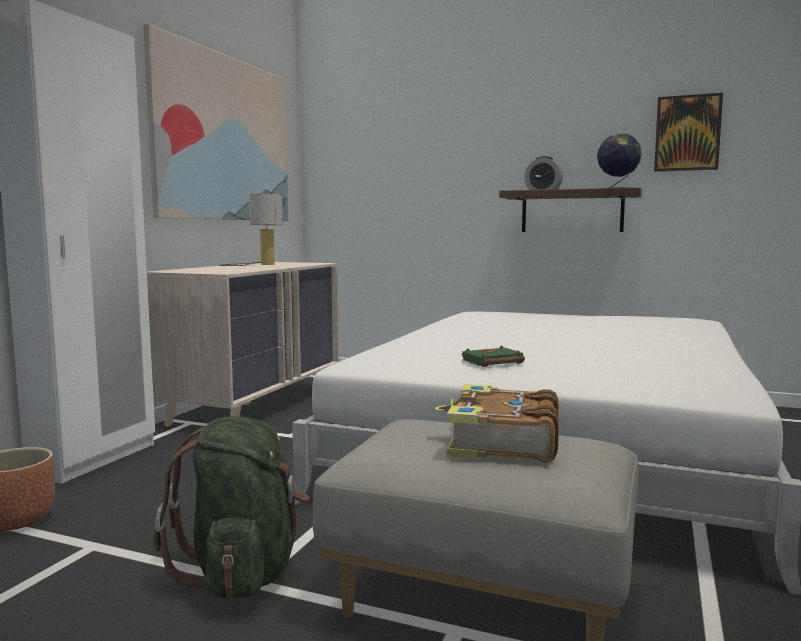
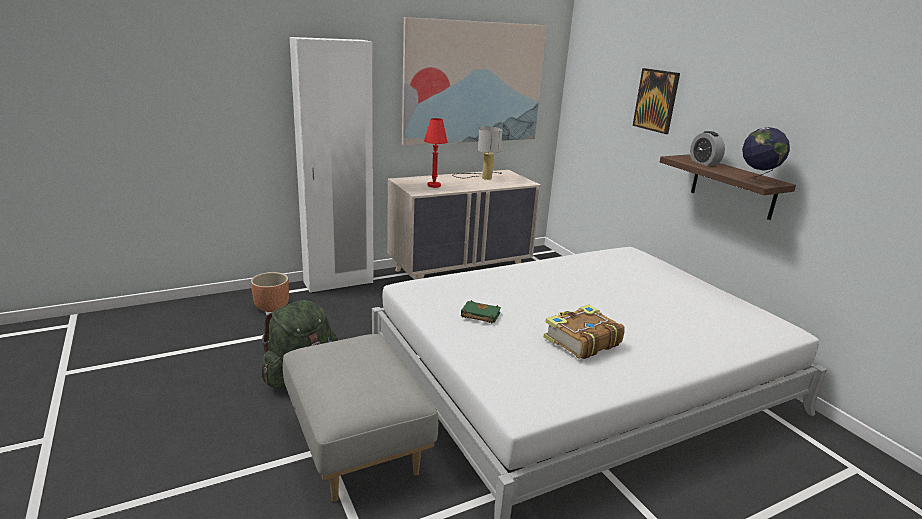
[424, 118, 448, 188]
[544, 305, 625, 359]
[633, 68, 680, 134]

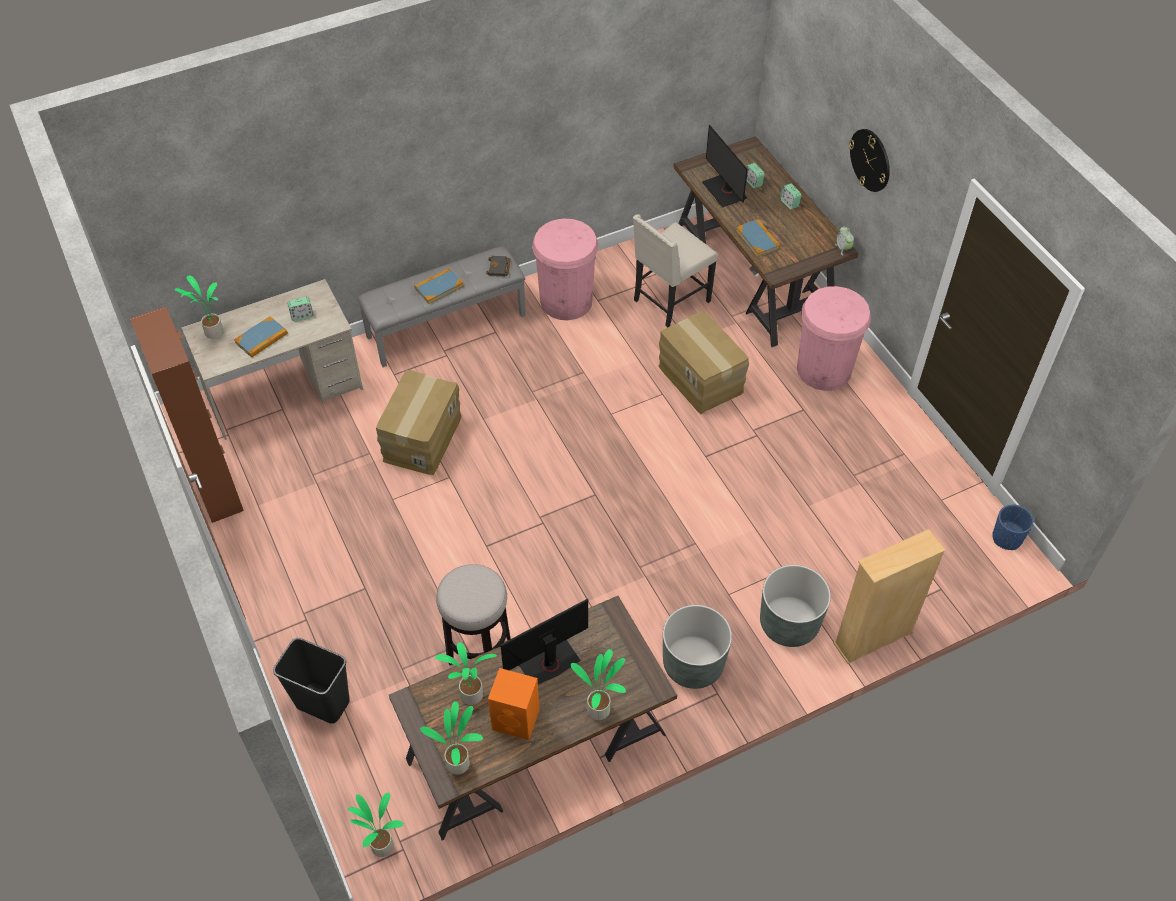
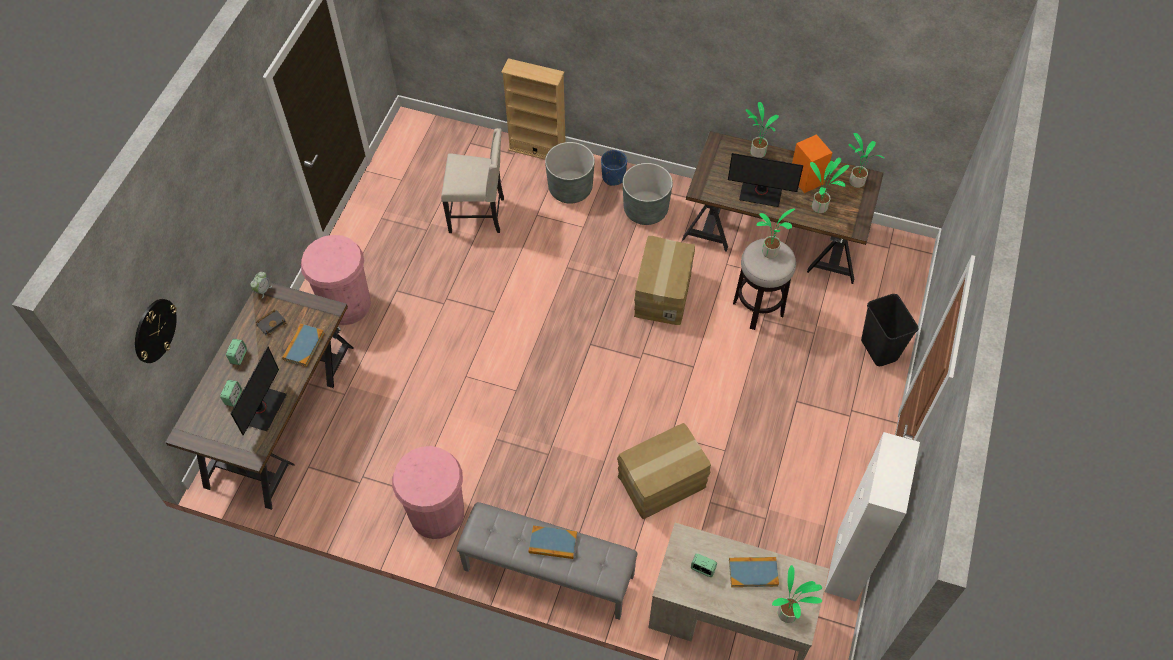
[756, 209, 795, 258]
[256, 310, 286, 336]
[441, 128, 504, 233]
[634, 236, 695, 325]
[135, 299, 177, 363]
[601, 150, 627, 186]
[824, 432, 920, 601]

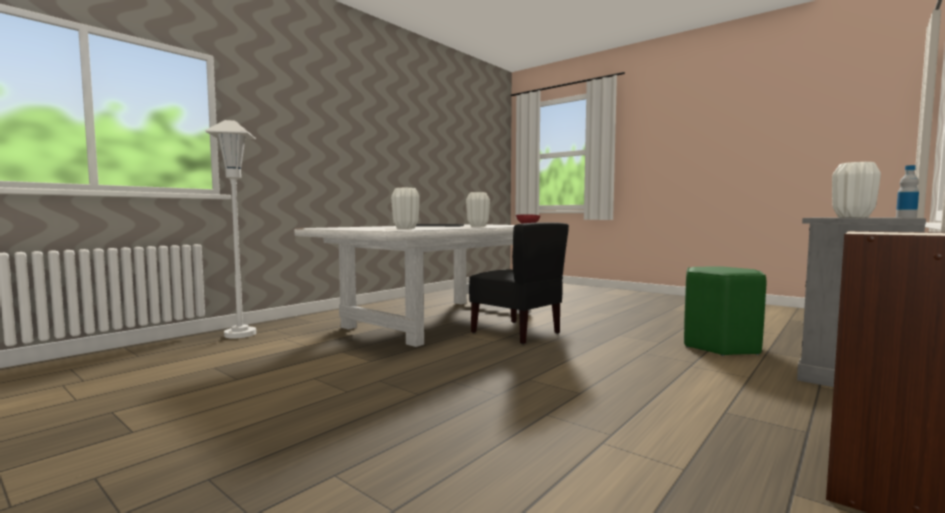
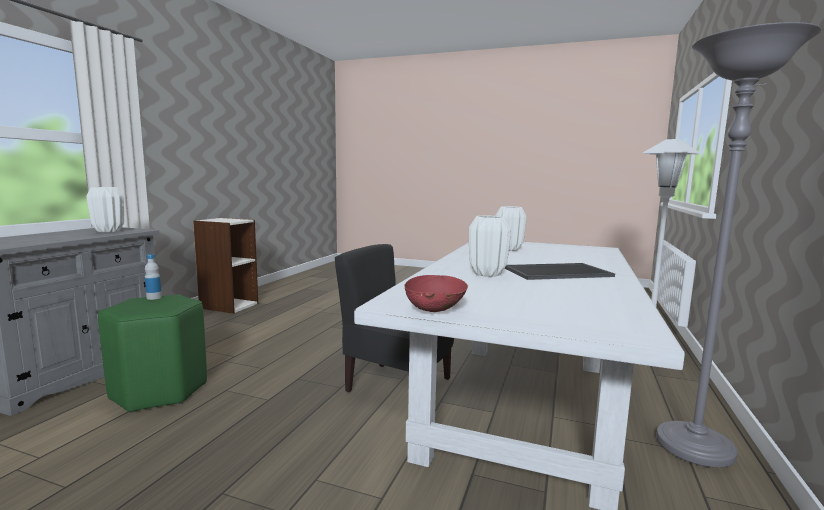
[656, 22, 822, 467]
[145, 254, 162, 300]

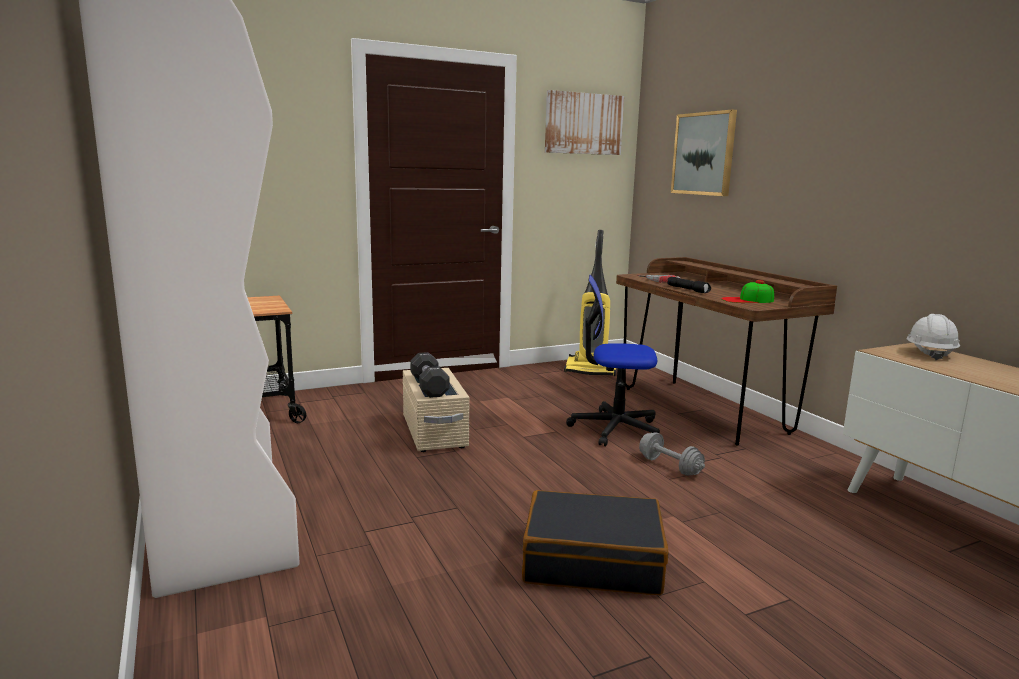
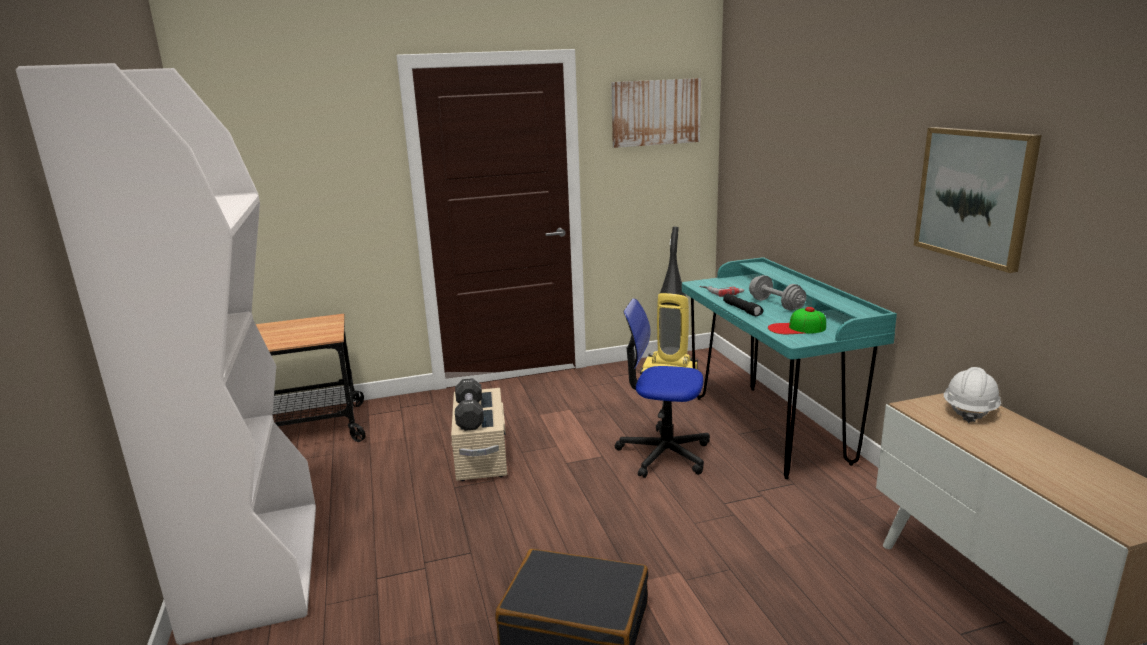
[749, 275, 806, 311]
[914, 127, 1042, 273]
[682, 257, 897, 479]

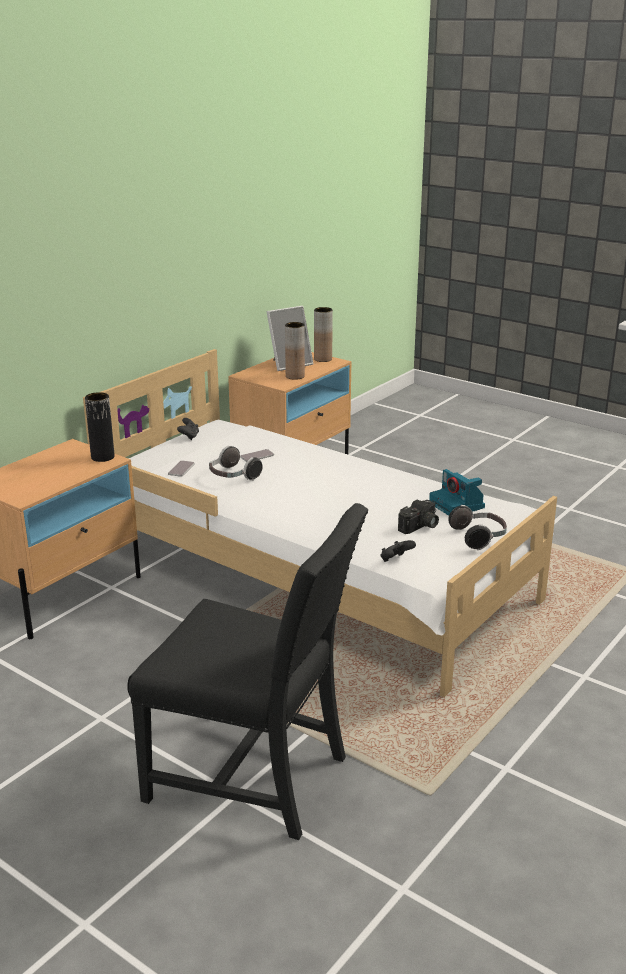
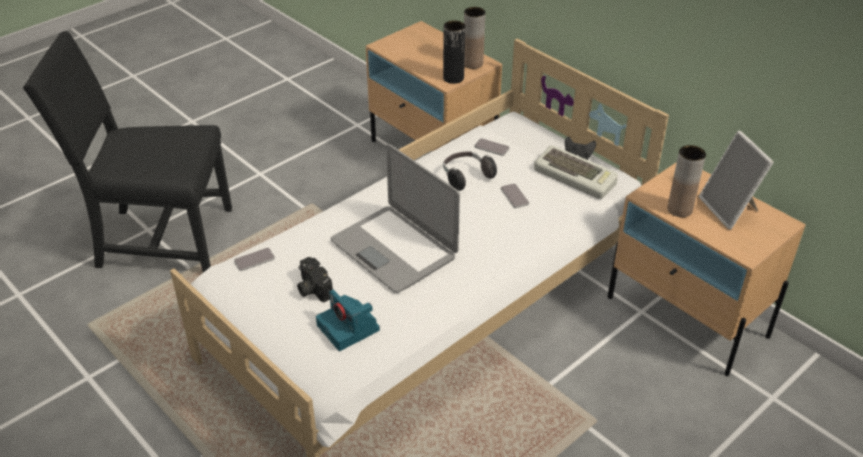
[448, 505, 507, 550] (first image)
[331, 144, 460, 293]
[534, 145, 618, 199]
[464, 7, 485, 69]
[234, 248, 275, 271]
[23, 31, 232, 273]
[316, 290, 380, 351]

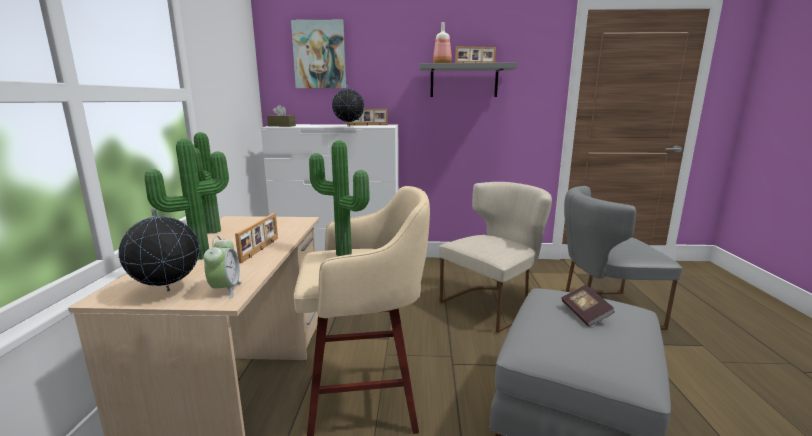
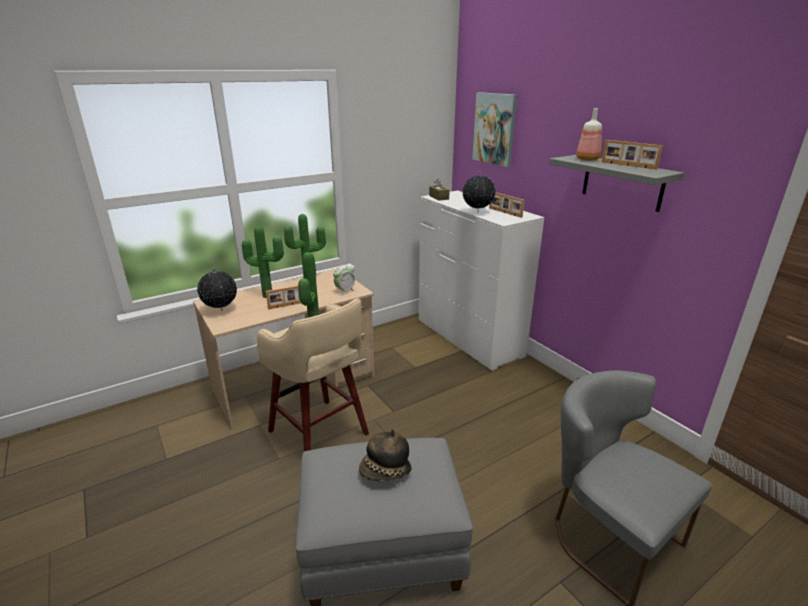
[439, 182, 552, 333] (first image)
[333, 264, 356, 295]
[359, 429, 412, 481]

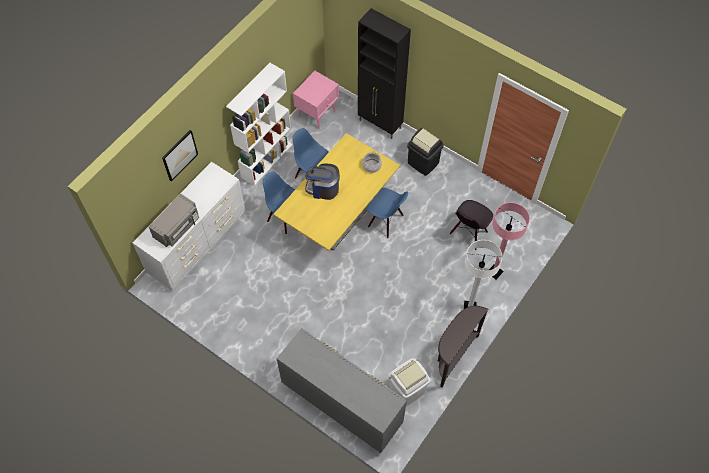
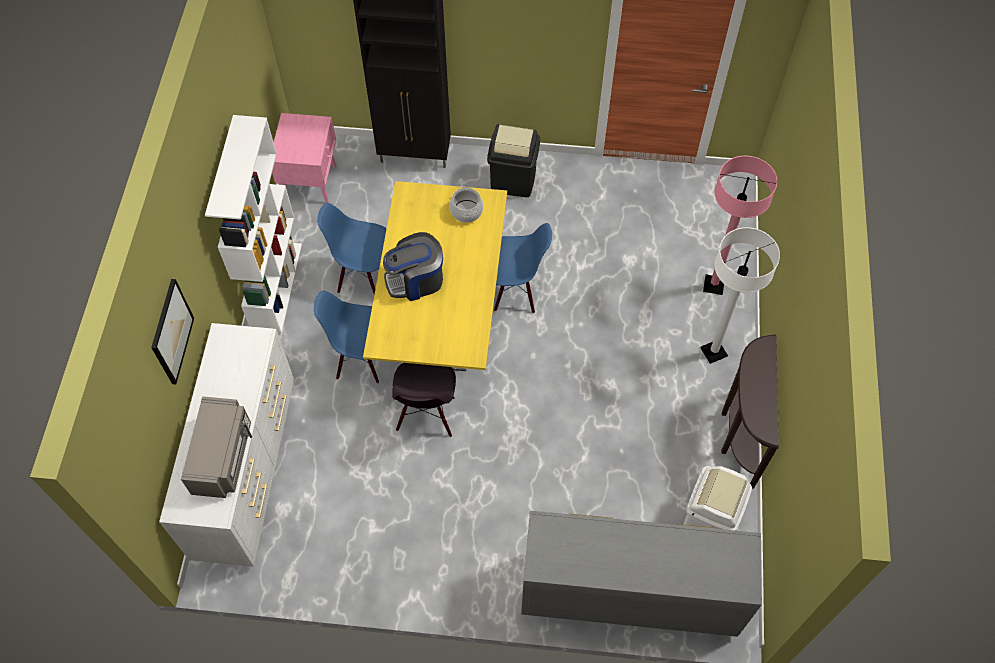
[392, 363, 456, 437]

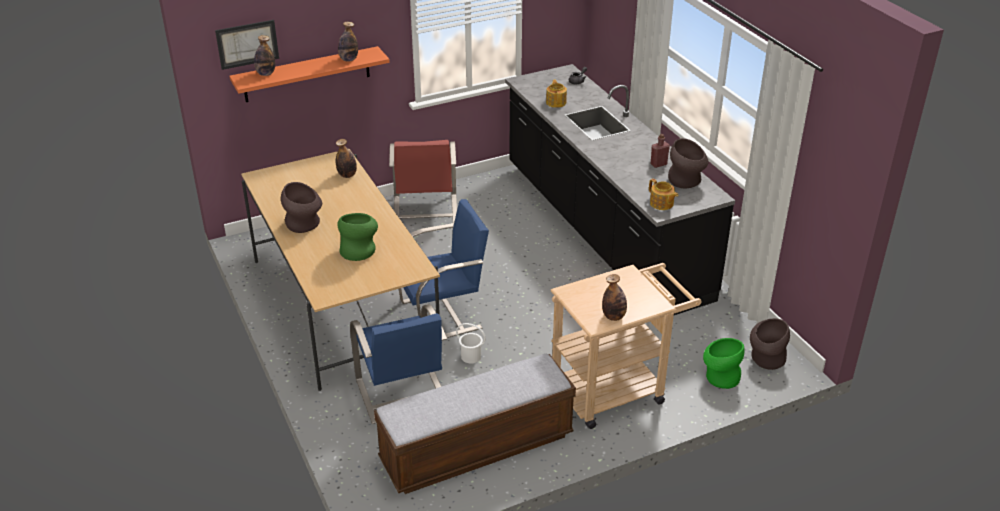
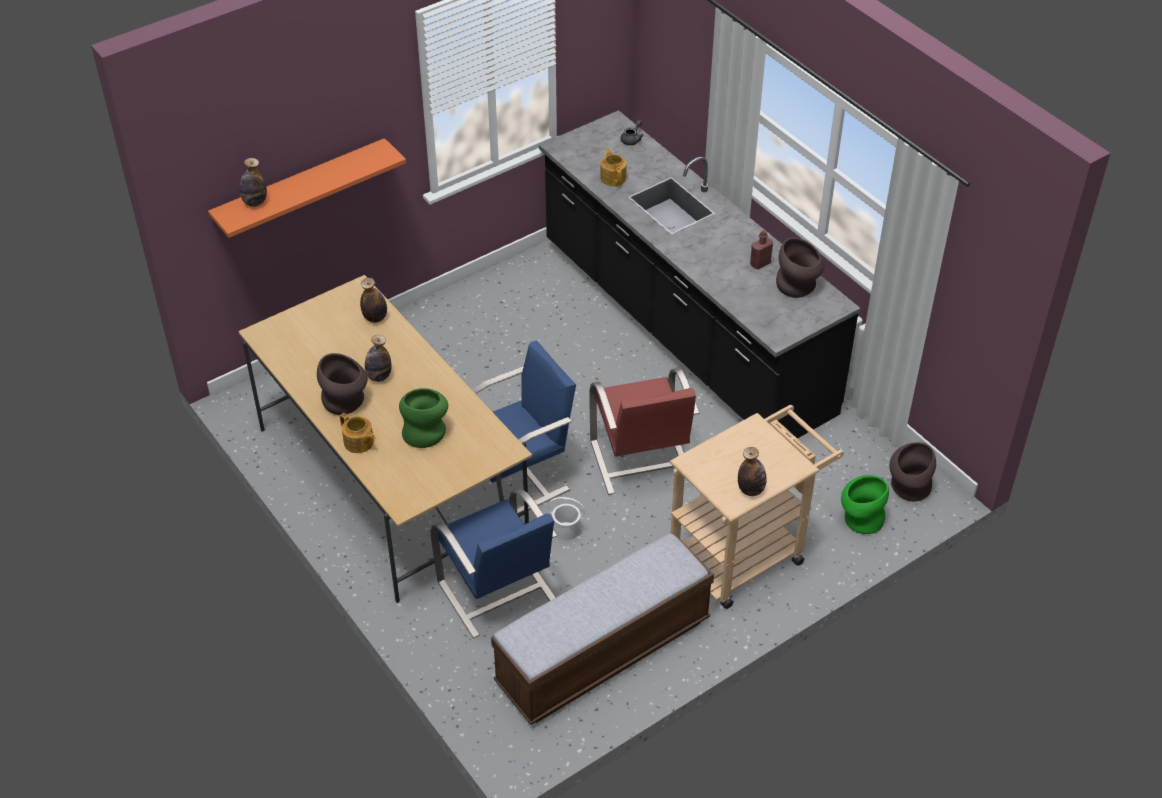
[215, 20, 279, 70] (first image)
[365, 335, 391, 382]
[589, 368, 700, 495]
[340, 413, 375, 453]

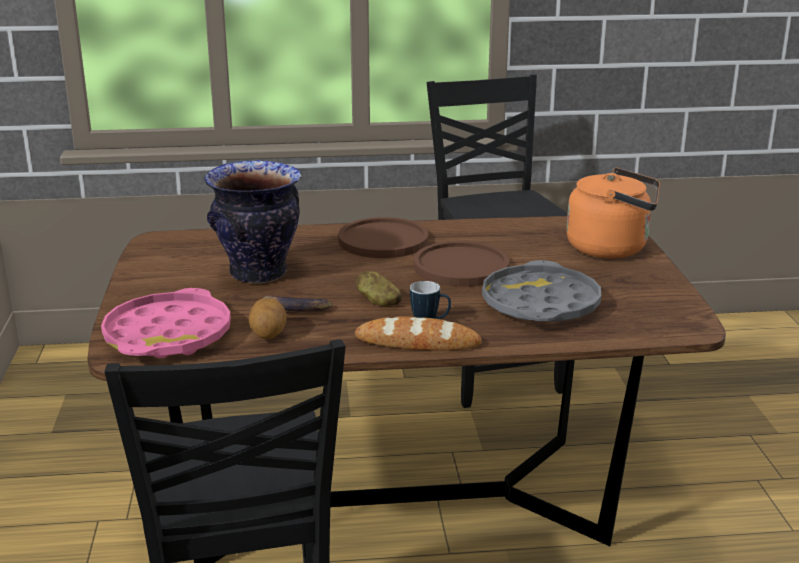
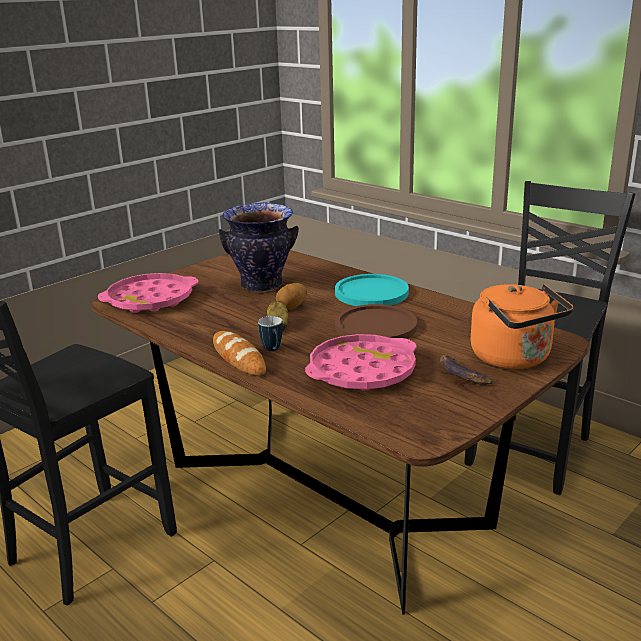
[276, 283, 307, 310]
[440, 355, 493, 385]
[335, 274, 409, 306]
[305, 334, 417, 391]

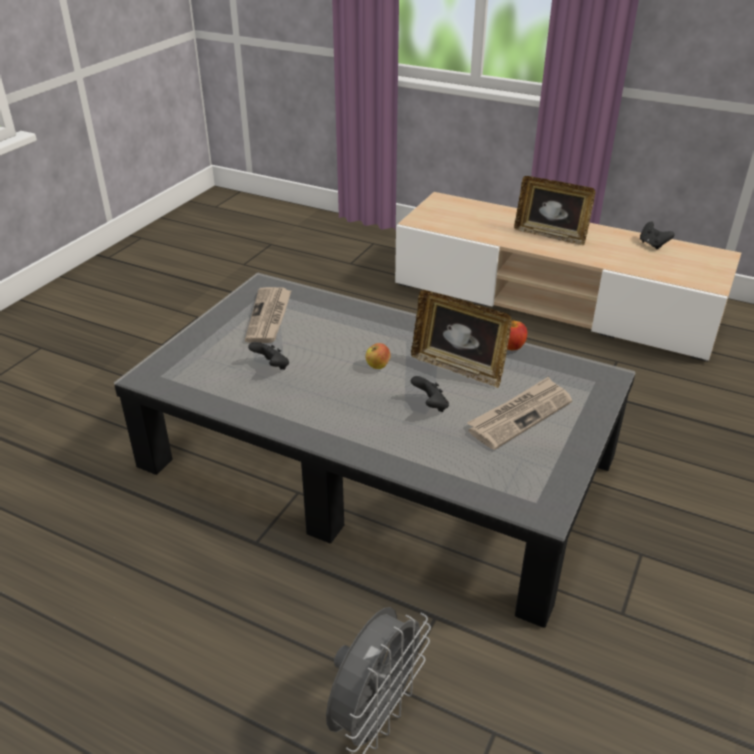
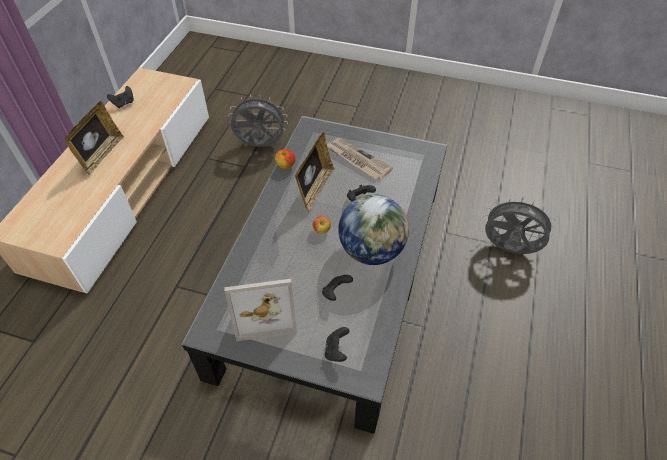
[229, 94, 288, 147]
[325, 327, 349, 362]
[338, 194, 409, 265]
[224, 279, 297, 341]

